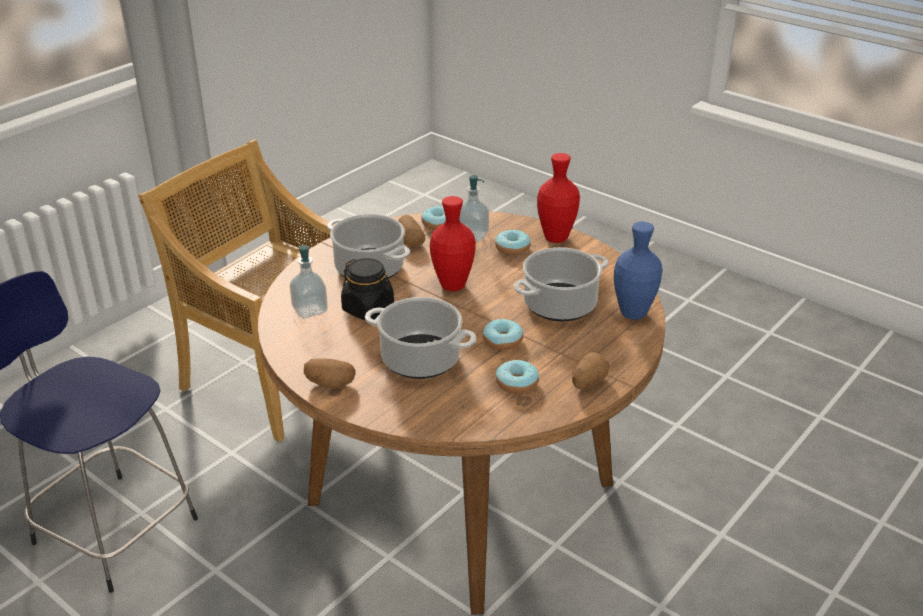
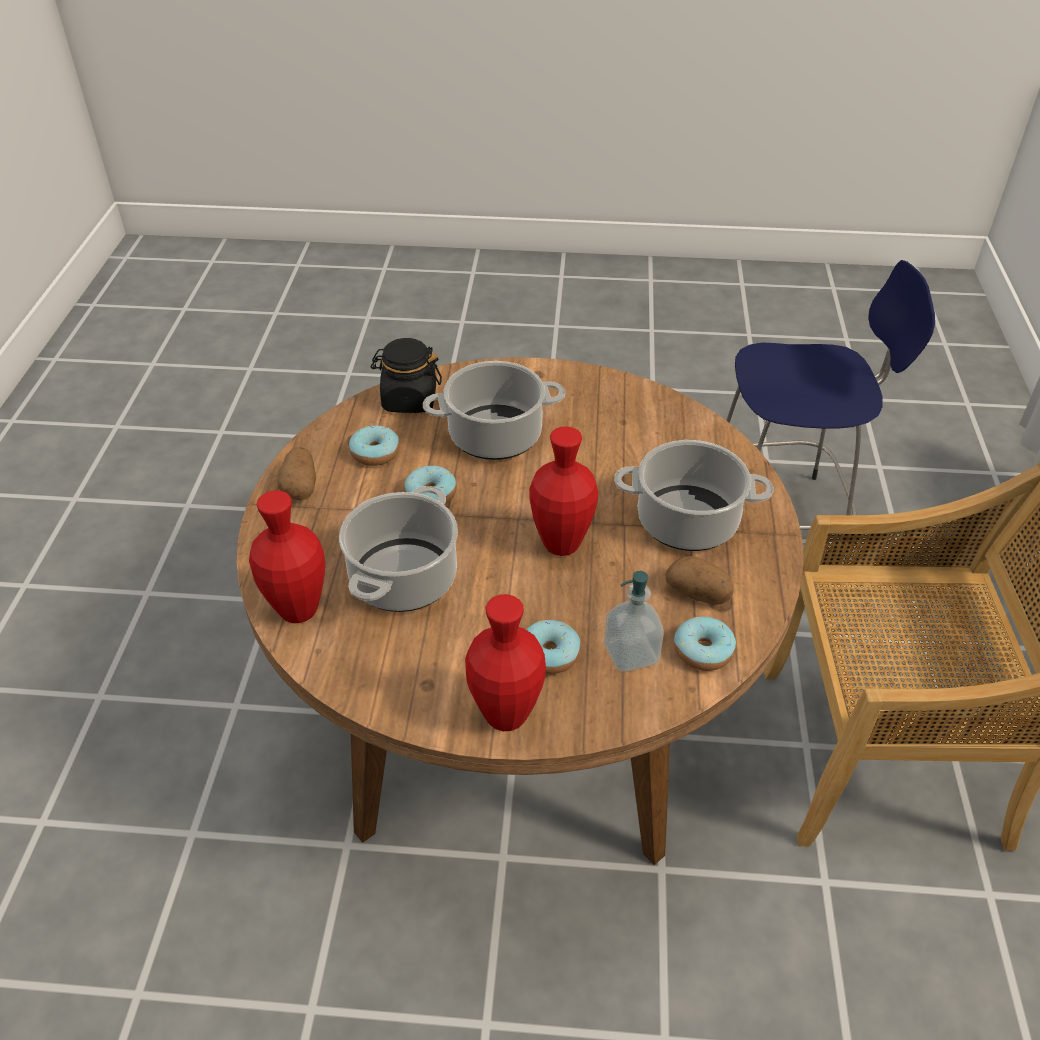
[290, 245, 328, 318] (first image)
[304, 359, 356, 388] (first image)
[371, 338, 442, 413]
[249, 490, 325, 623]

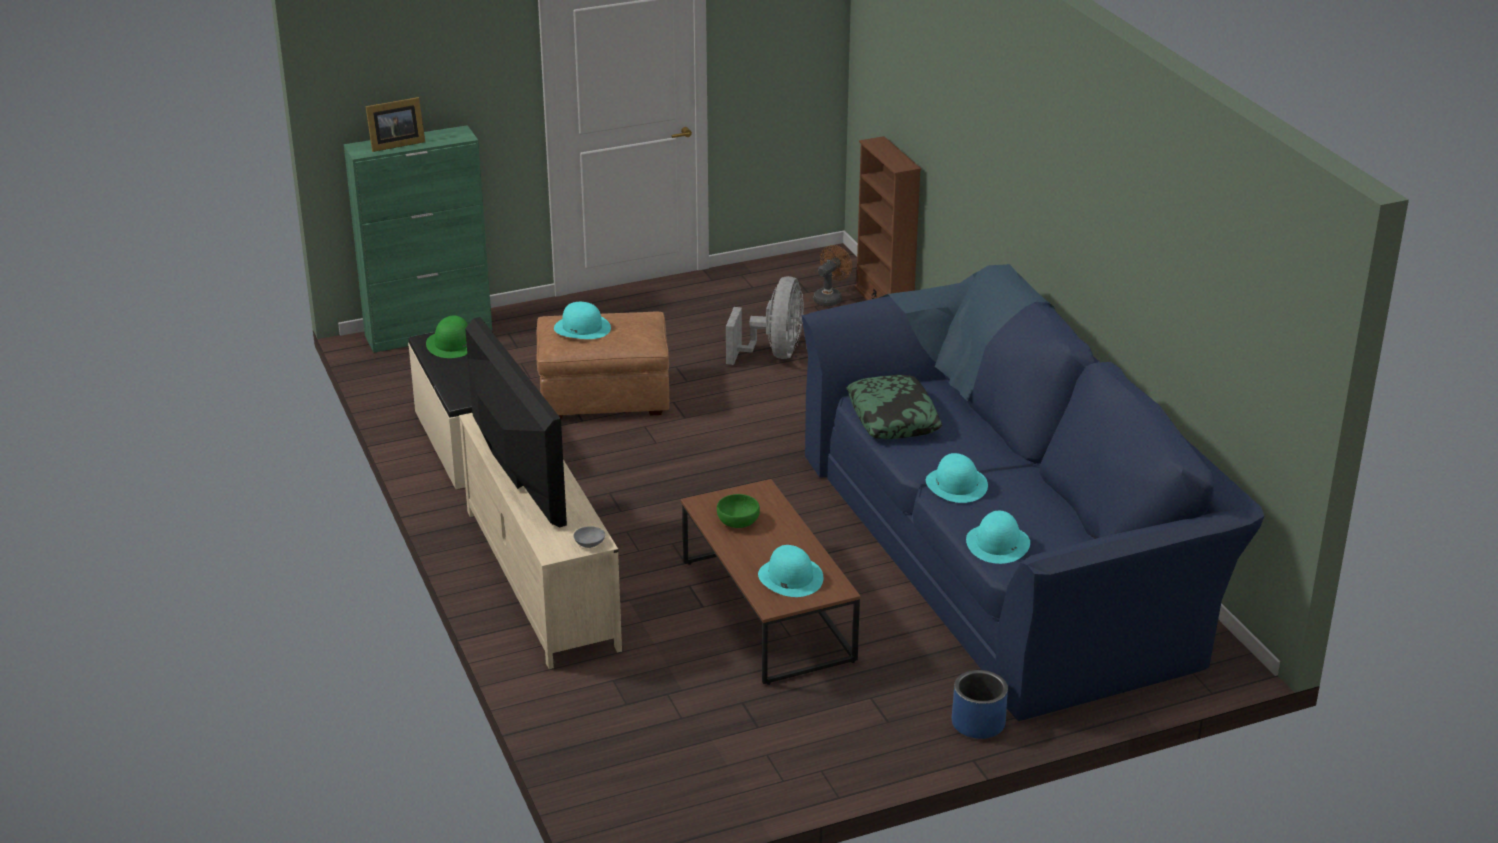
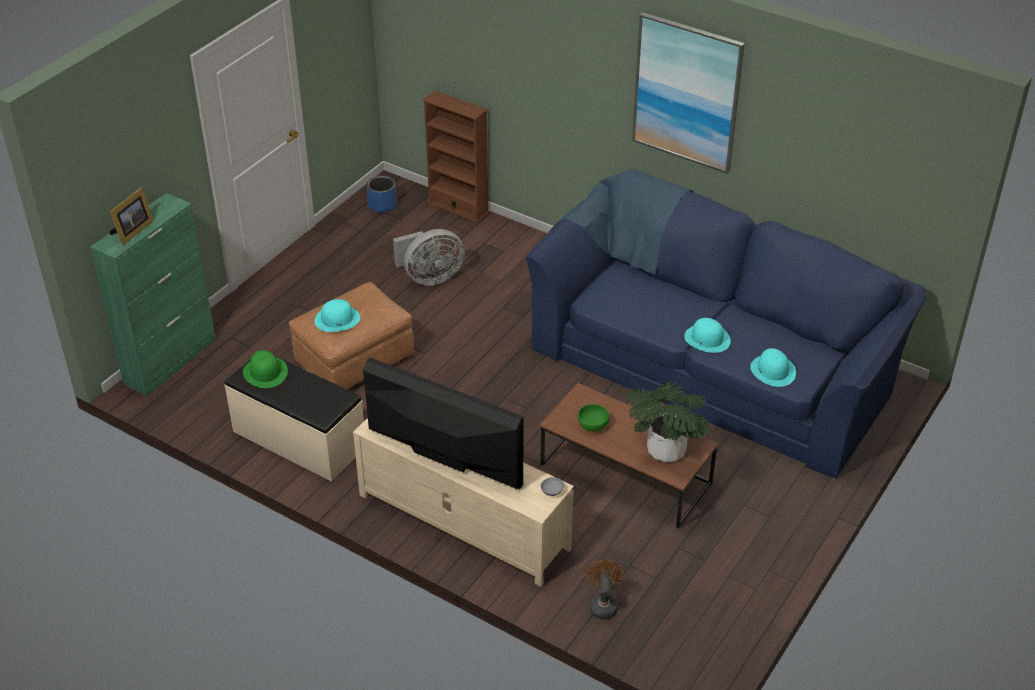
[847, 375, 942, 439] (first image)
[632, 12, 745, 174]
[586, 560, 624, 619]
[366, 175, 397, 212]
[627, 381, 712, 462]
[393, 229, 465, 285]

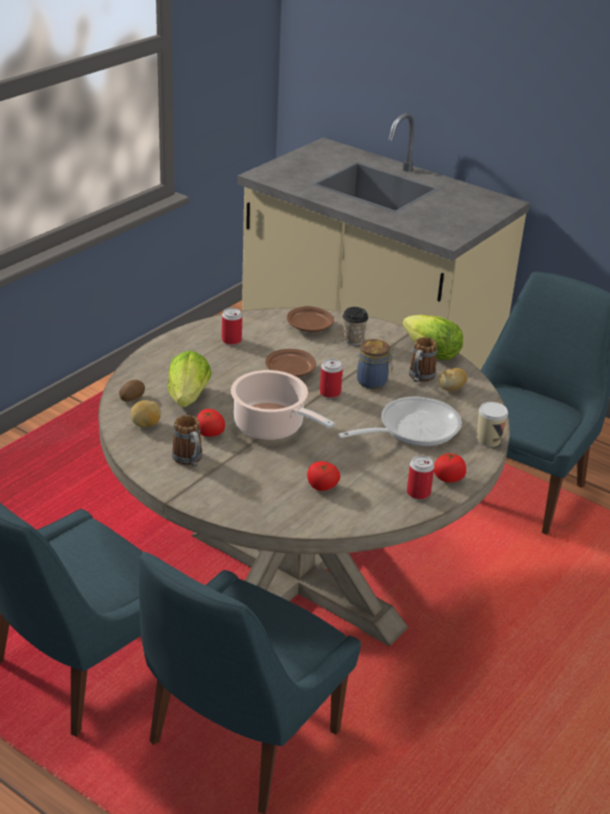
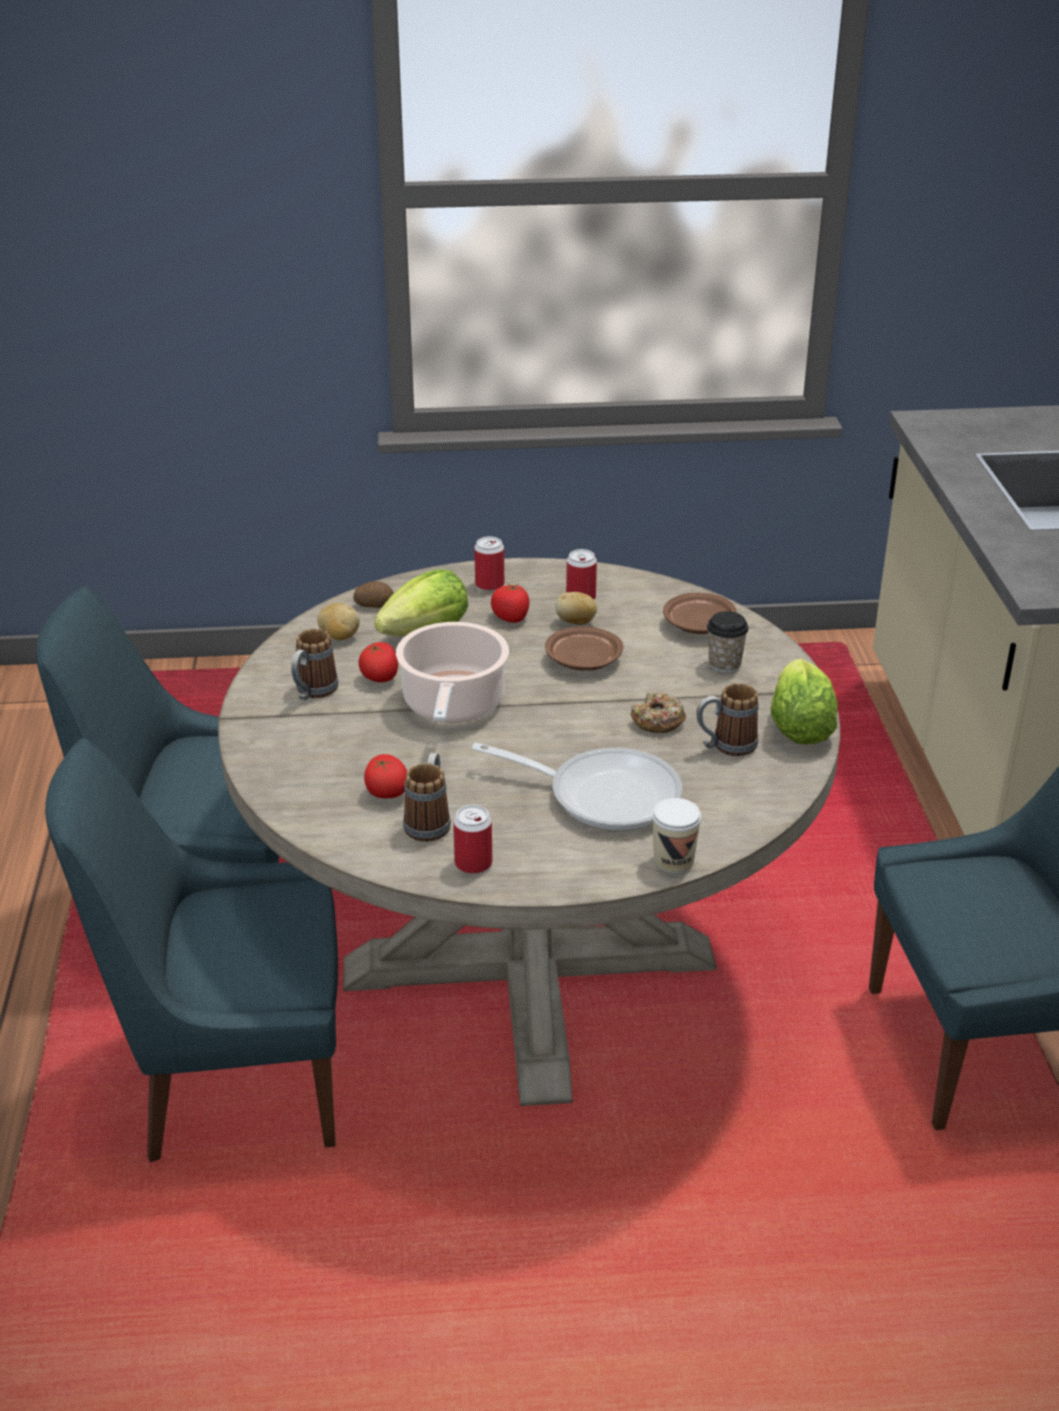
[403, 753, 451, 842]
[474, 536, 504, 591]
[491, 583, 530, 623]
[555, 592, 597, 625]
[630, 692, 686, 733]

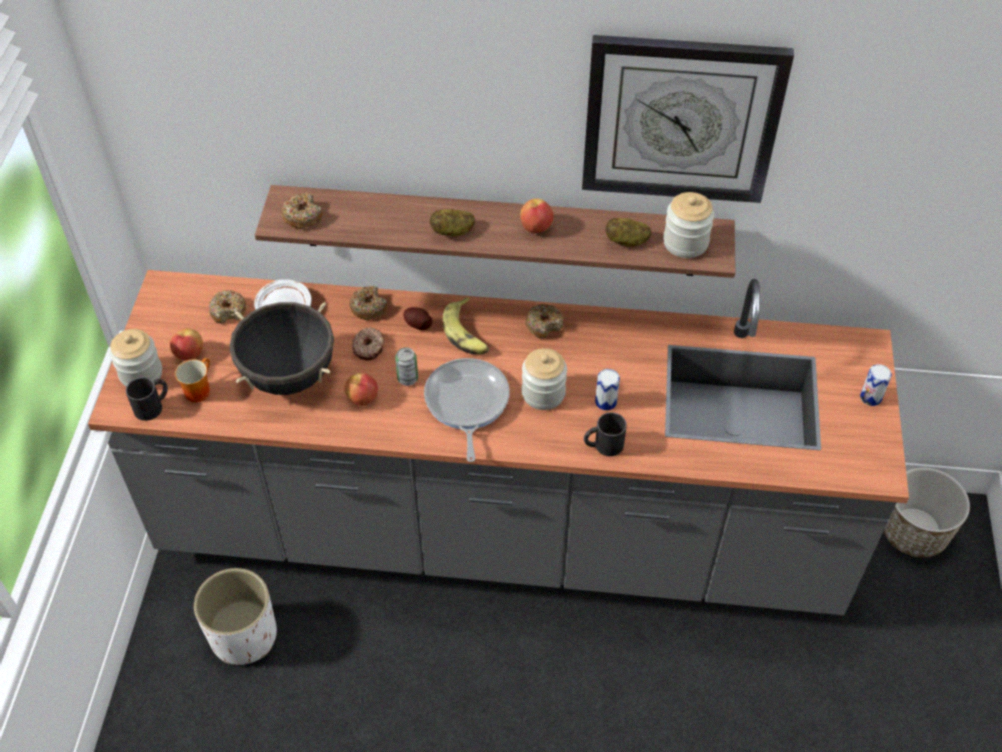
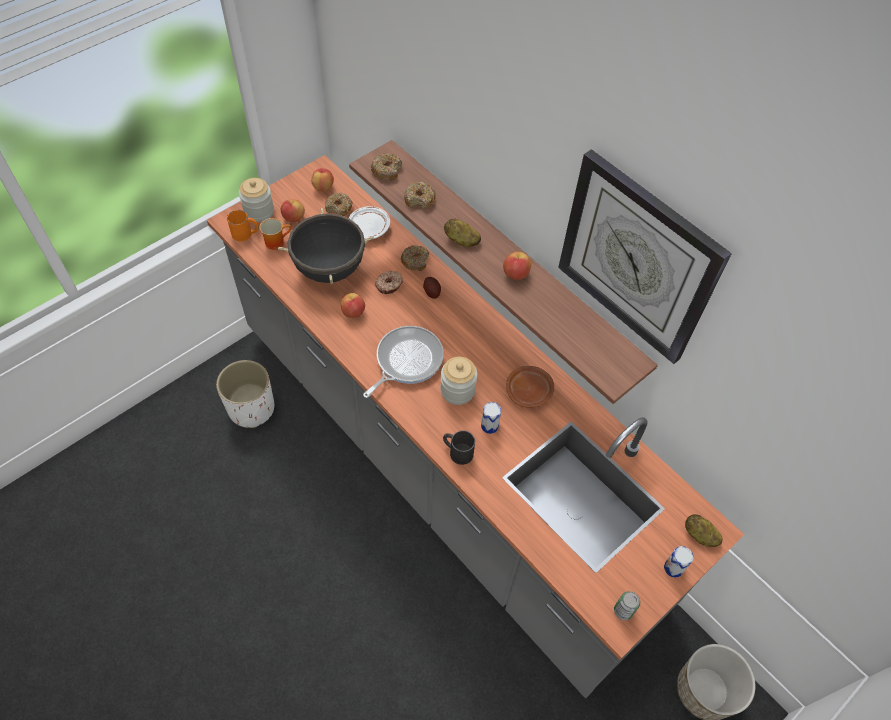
[443, 297, 489, 354] (first image)
[663, 192, 714, 258] (first image)
[311, 168, 334, 192]
[506, 366, 554, 408]
[614, 591, 640, 620]
[404, 181, 436, 209]
[685, 514, 723, 547]
[227, 210, 259, 241]

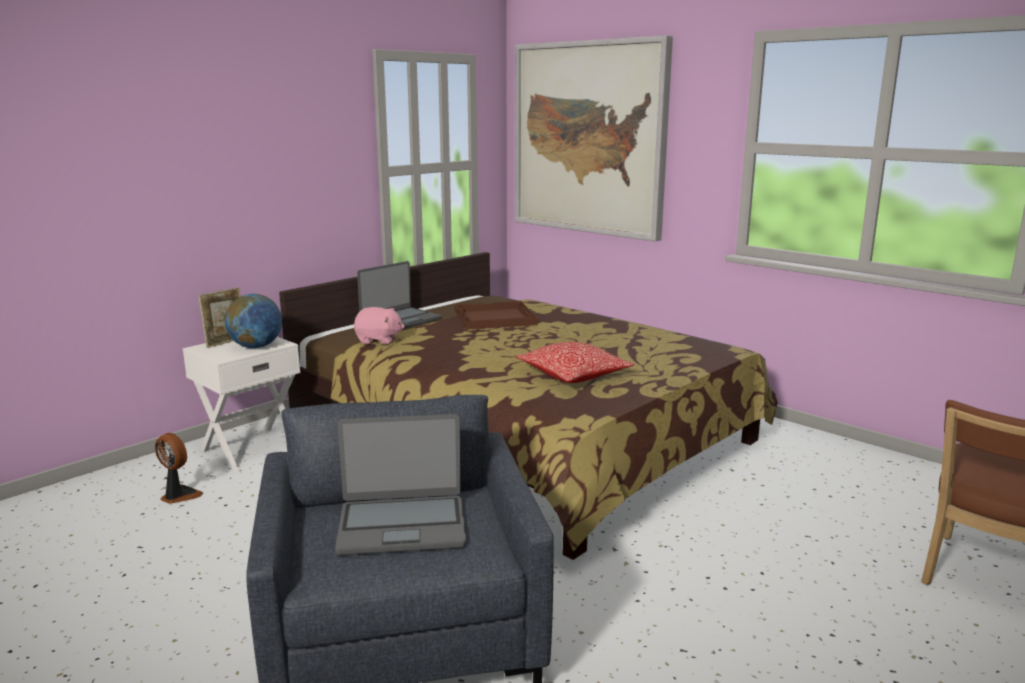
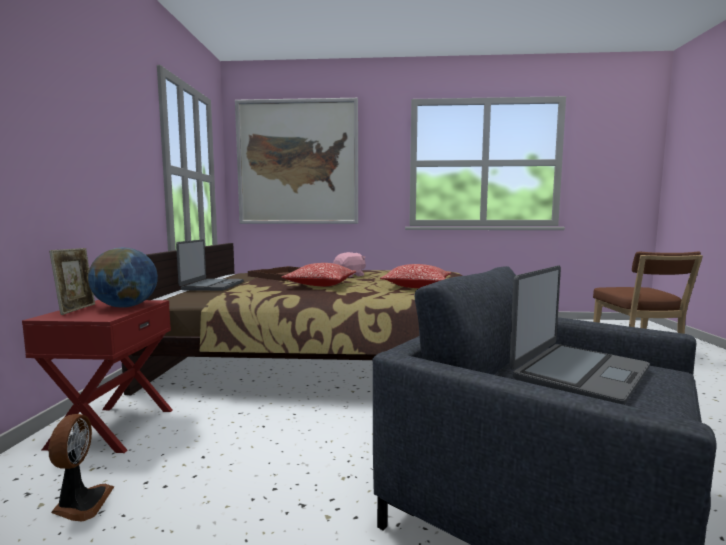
[282, 263, 356, 286]
[333, 252, 366, 277]
[22, 300, 173, 453]
[48, 414, 114, 521]

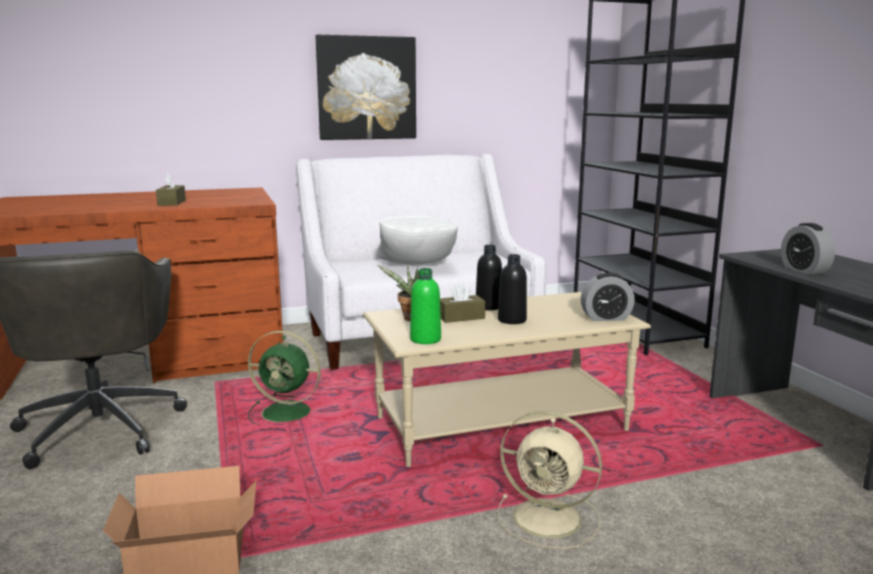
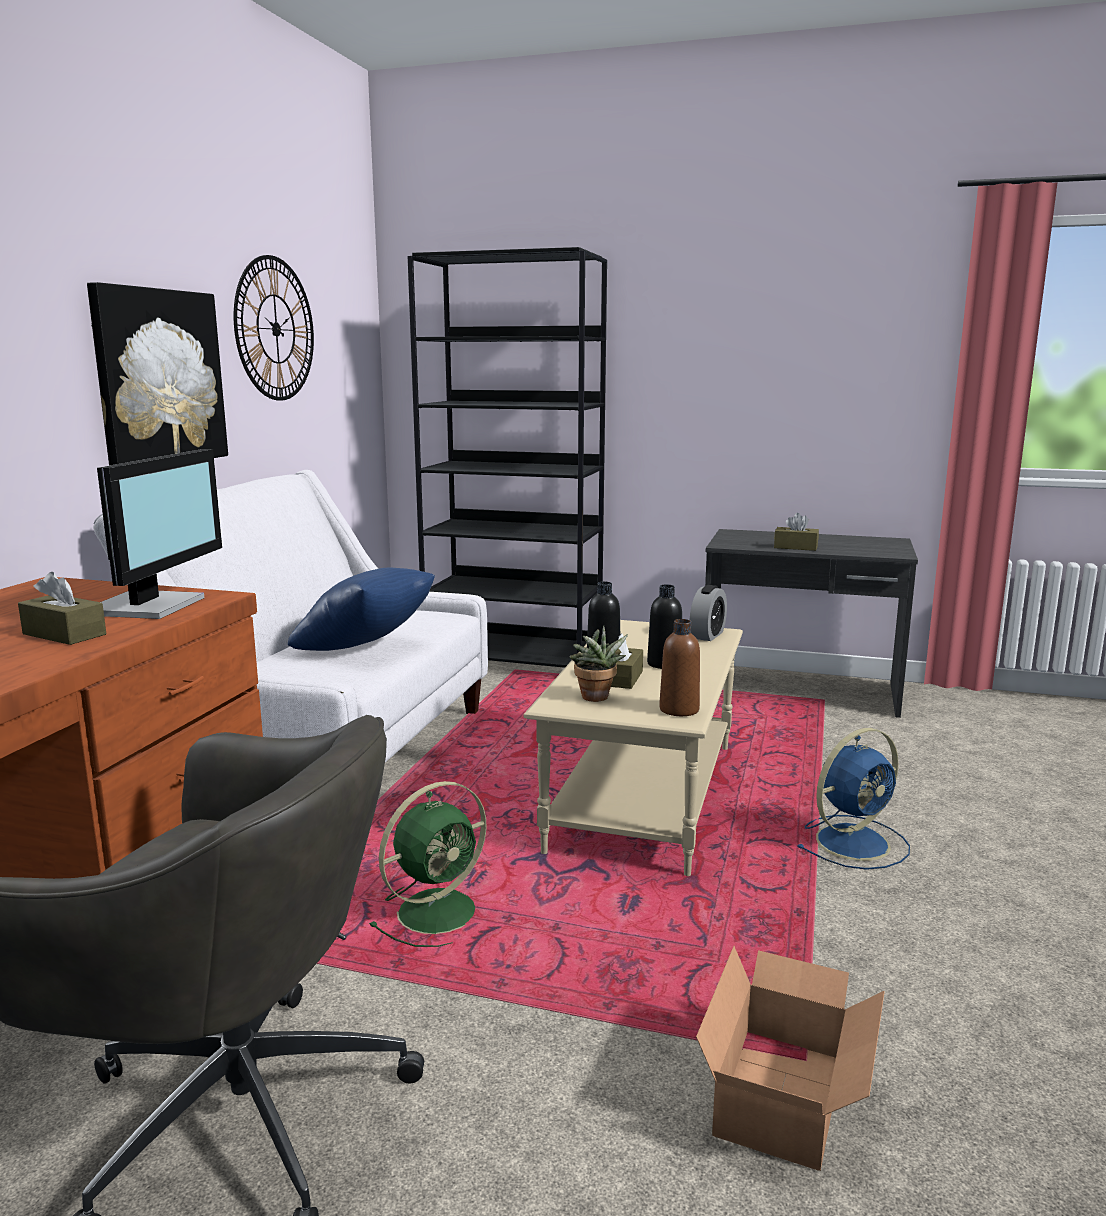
[97, 449, 222, 619]
[234, 255, 314, 401]
[774, 513, 819, 551]
[288, 567, 435, 651]
[659, 619, 700, 716]
[796, 728, 910, 870]

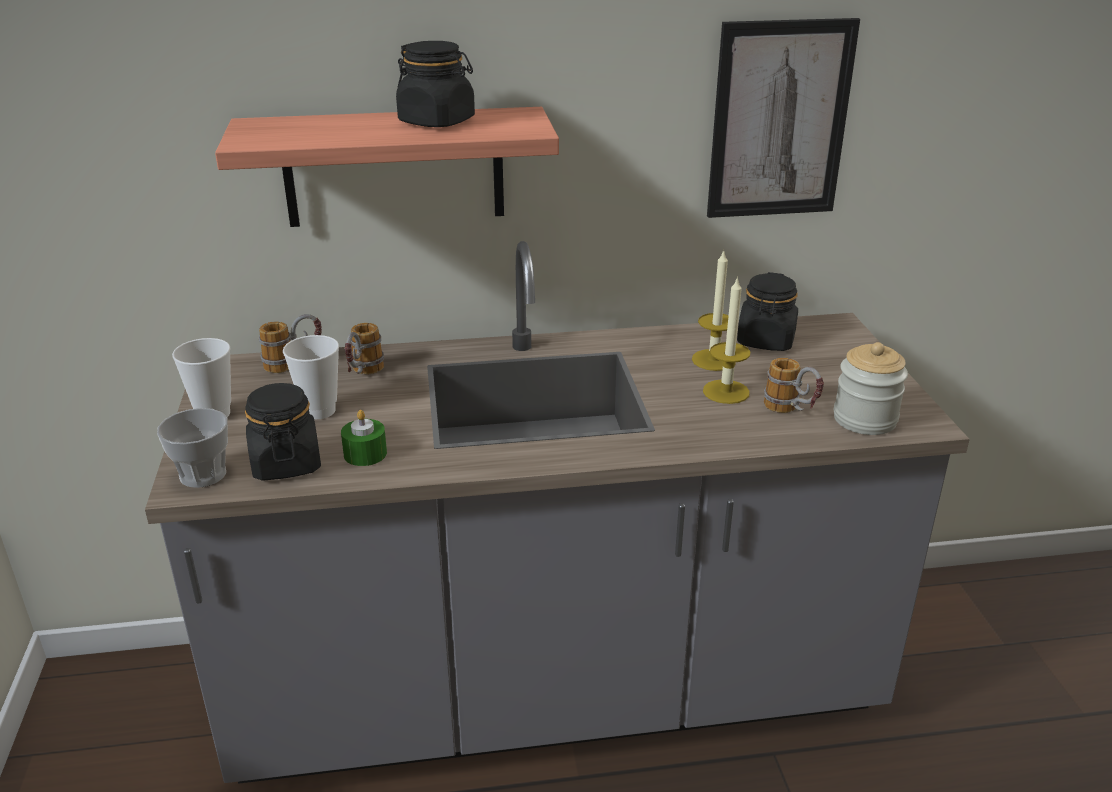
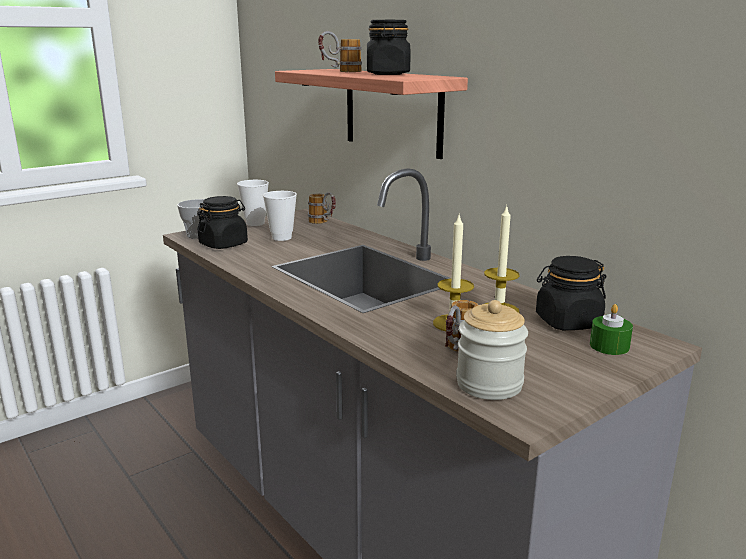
[707, 18, 860, 218] (first image)
[590, 304, 633, 355]
[318, 31, 362, 72]

